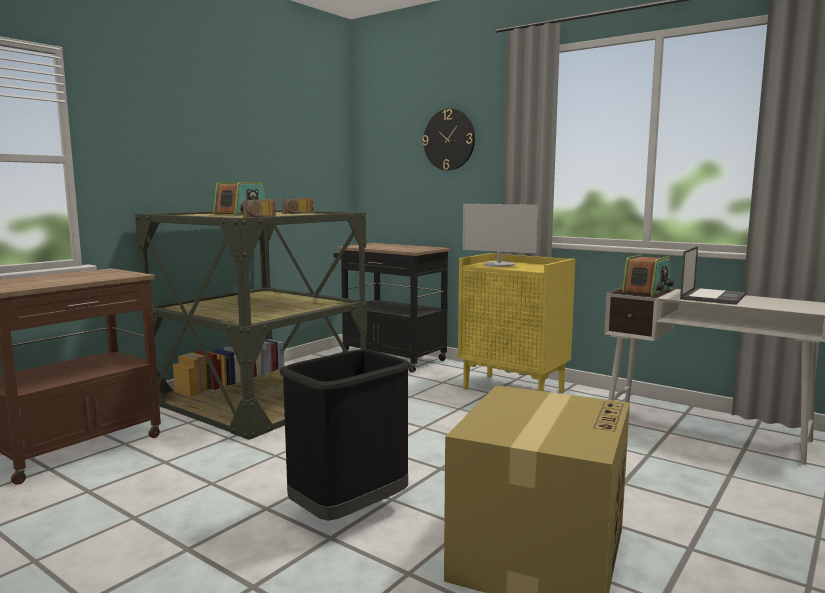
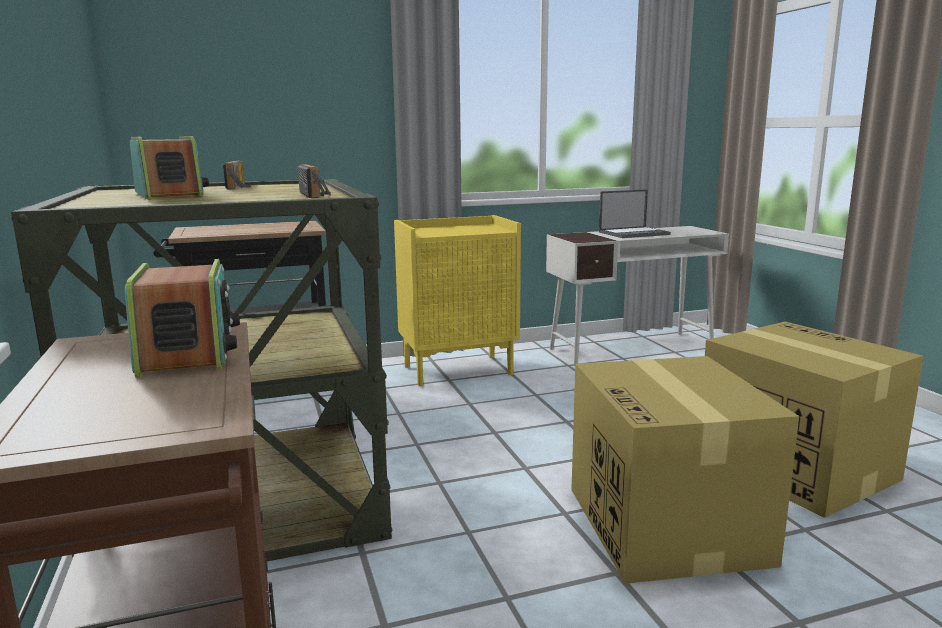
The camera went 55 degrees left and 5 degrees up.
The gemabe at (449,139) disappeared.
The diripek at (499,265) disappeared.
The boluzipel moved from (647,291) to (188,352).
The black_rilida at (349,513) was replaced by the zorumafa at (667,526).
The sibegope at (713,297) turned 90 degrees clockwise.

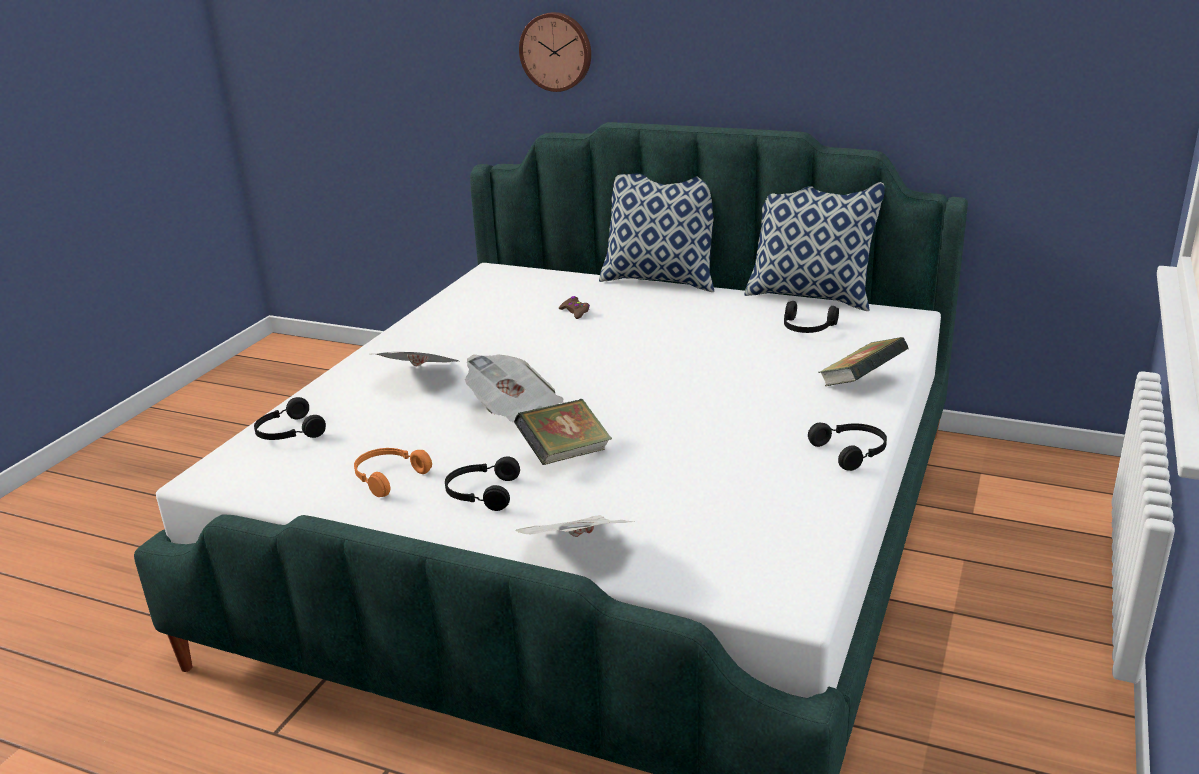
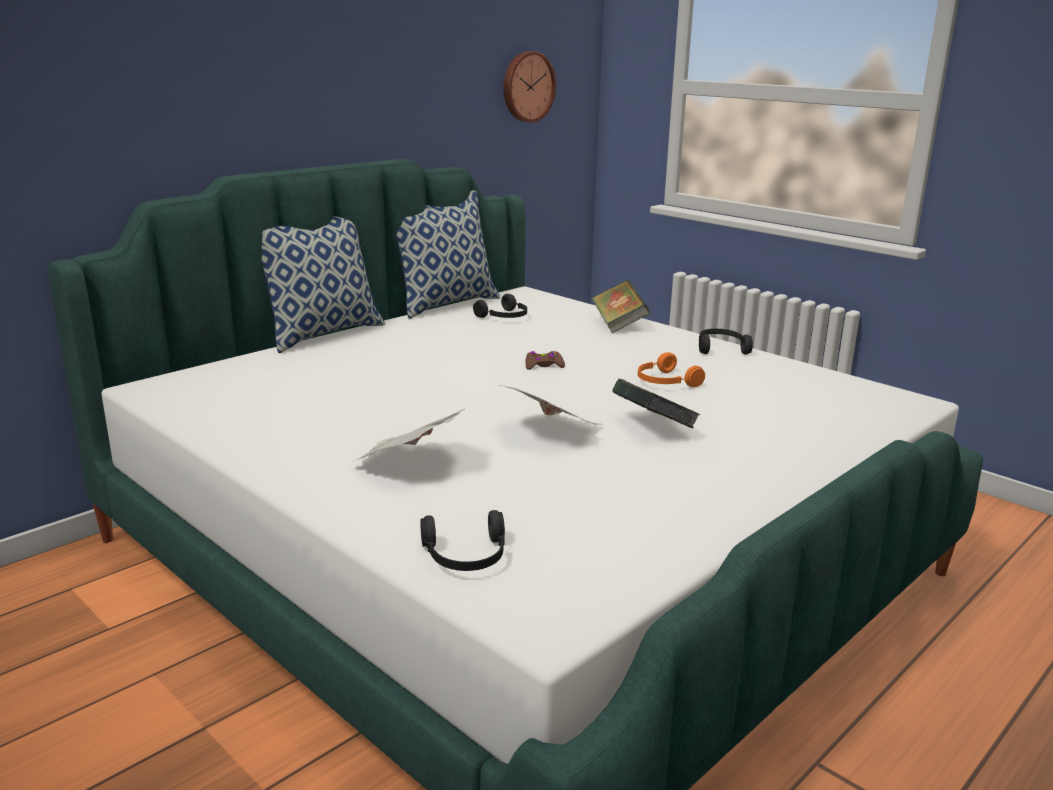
The camera went 70 degrees left and 5 degrees down.
The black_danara at (481,493) disappeared.
The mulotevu at (578,551) disappeared.
The orange_danara moved from (388,477) to (665,382).
The gemabe moved from (556,51) to (527,86).
The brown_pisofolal moved from (575,312) to (543,366).

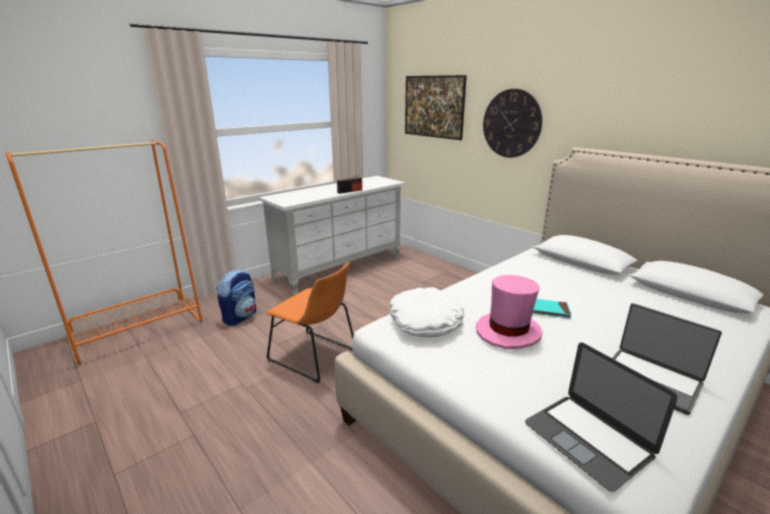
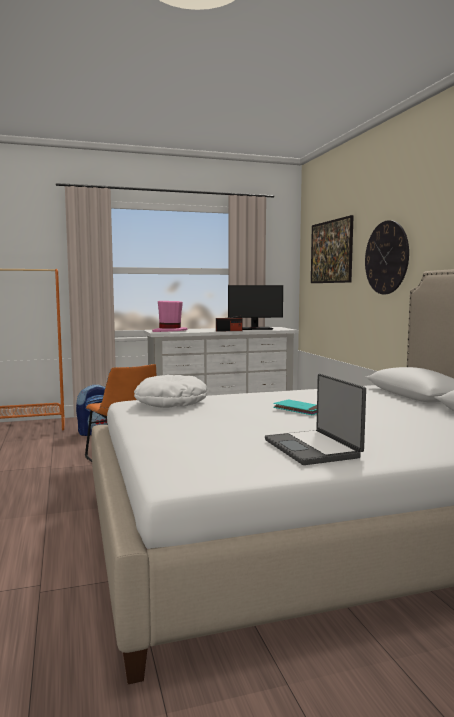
The camera went 25 degrees right and 15 degrees down.
The sibegope at (588,439) disappeared.
The diripek at (255,328) appeared.
The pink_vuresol moved from (508,332) to (170,331).

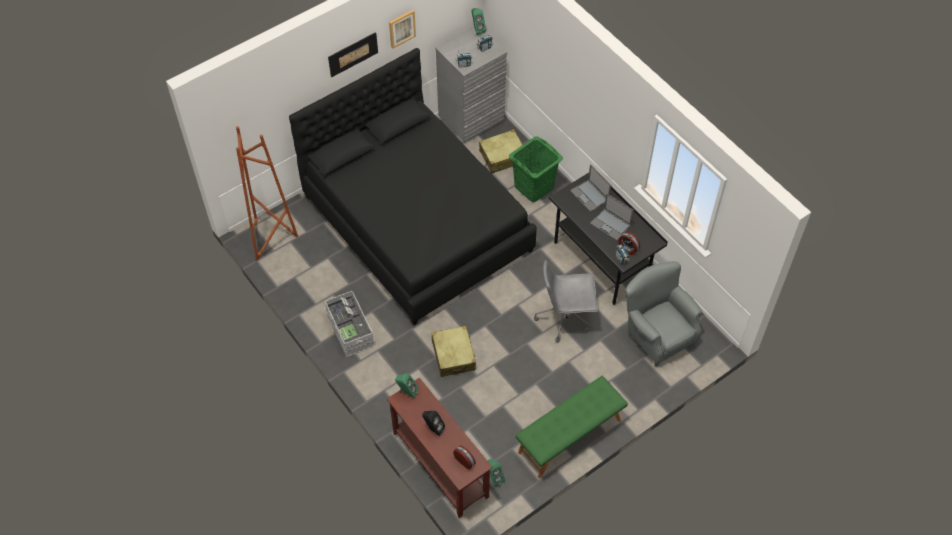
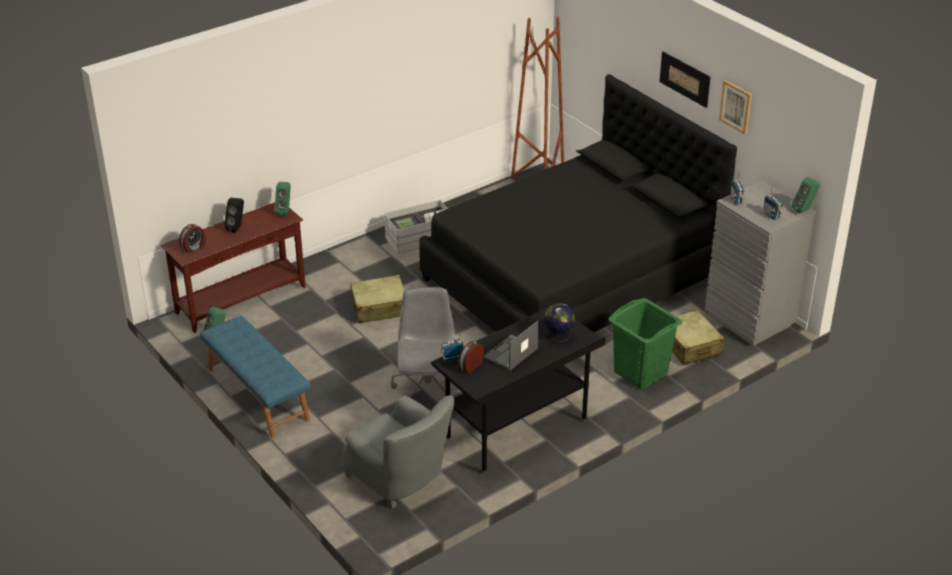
The camera went 90 degrees right and 20 degrees down.
The sibegope at (590,196) was replaced by the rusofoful at (558,337).
The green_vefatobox at (570,436) became the blue_vefatobox at (257,394).
The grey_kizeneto at (657,333) turned 75 degrees clockwise.

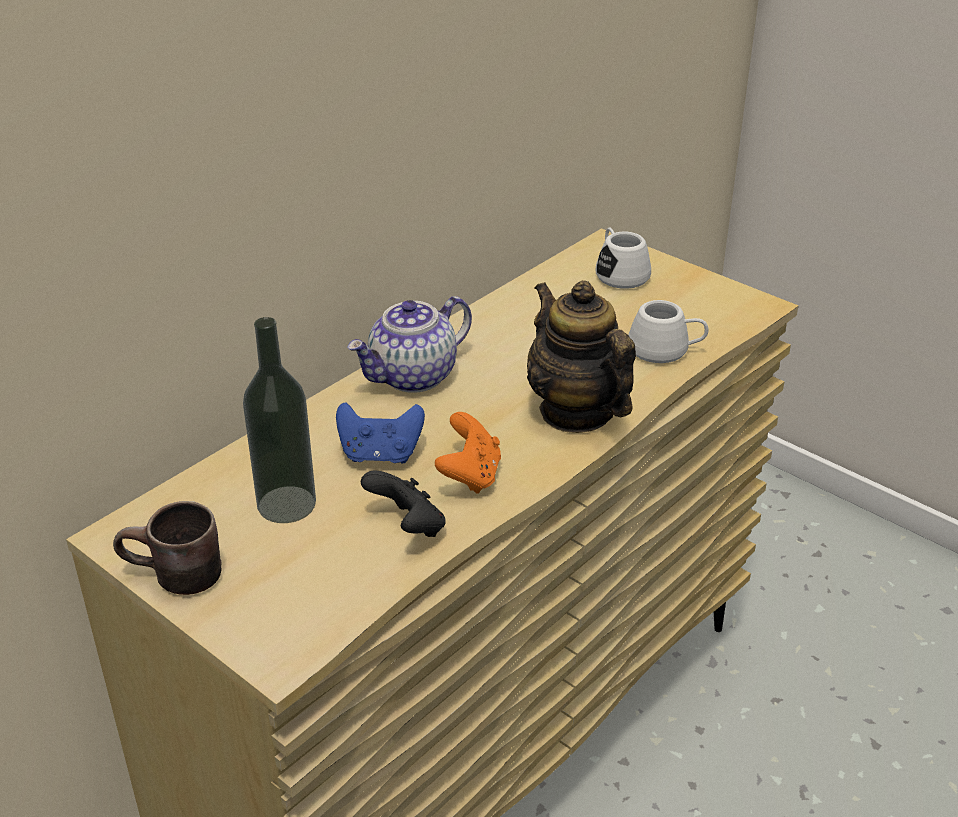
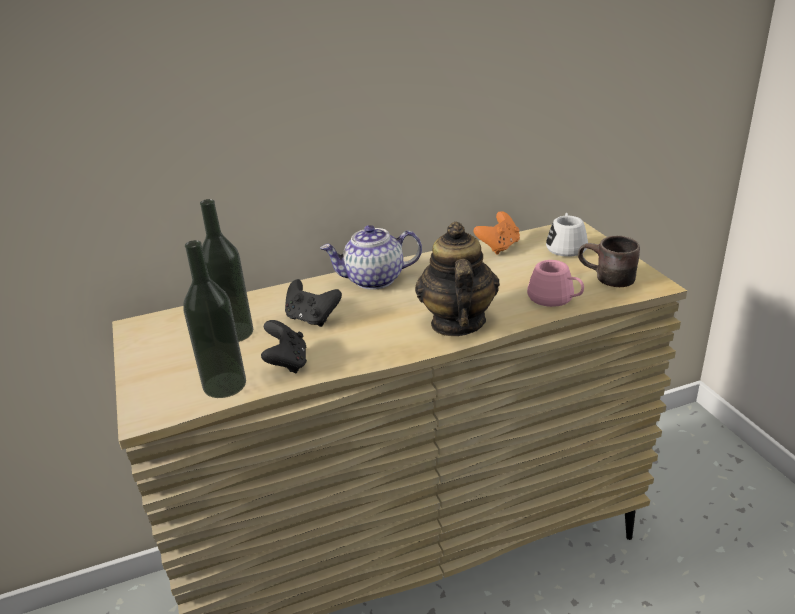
The camera went 30 degrees right and 5 degrees down.
The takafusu at (224,385) appeared.
The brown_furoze moved from (174,579) to (606,280).
The orange_pisofolal moved from (470,476) to (499,247).
The blue_pisofolal at (380,455) became the black_pisofolal at (312,319).
The white_furoze at (666,350) became the pink_furoze at (555,299).

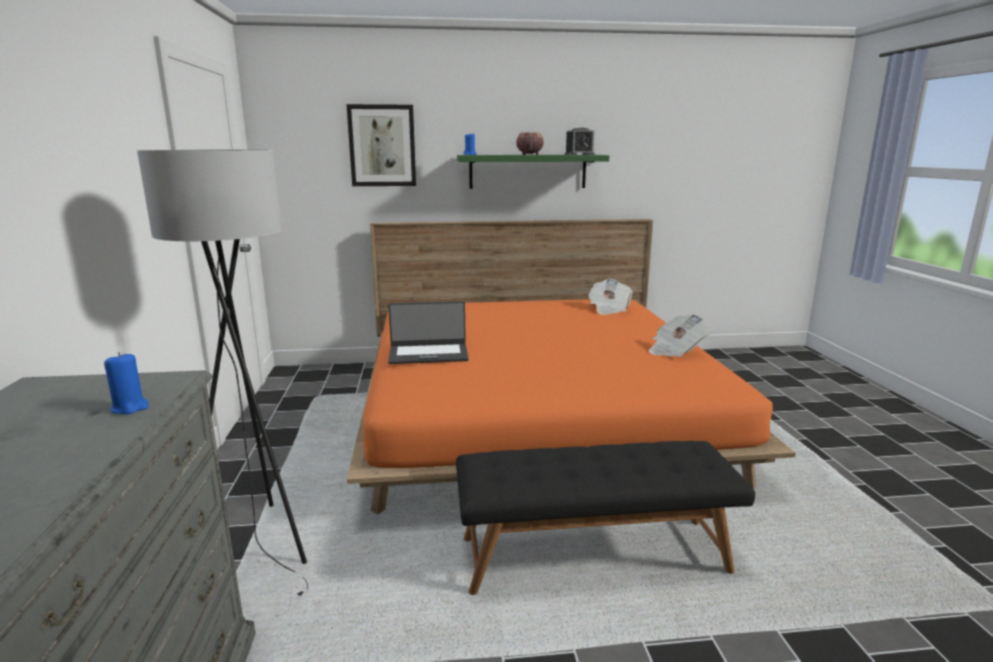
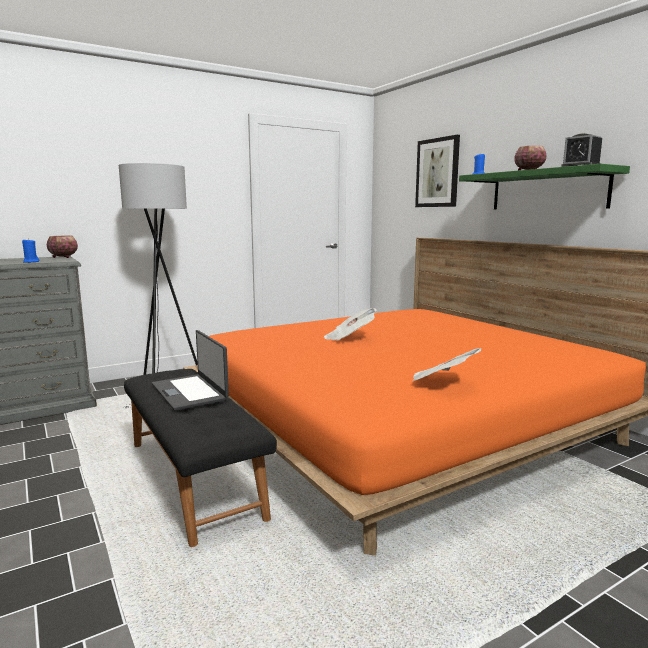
The camera went 65 degrees right and 5 degrees down.
The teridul at (63,257) appeared.
The sibegope moved from (428,354) to (190,392).
The mulotevu moved from (609,309) to (349,338).

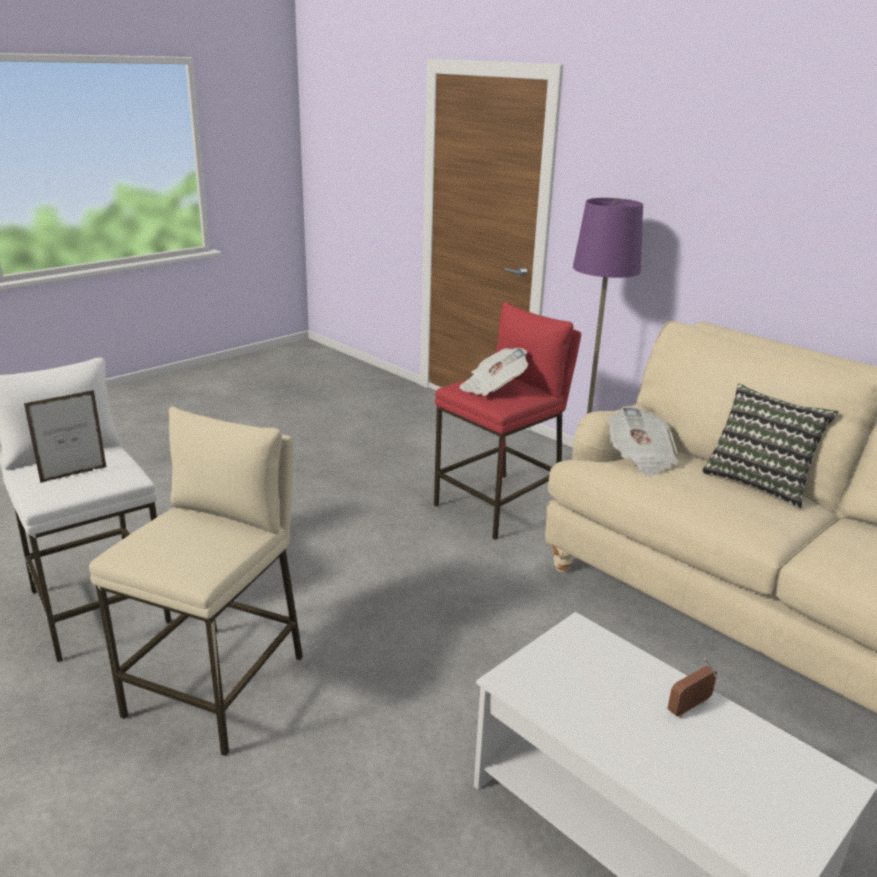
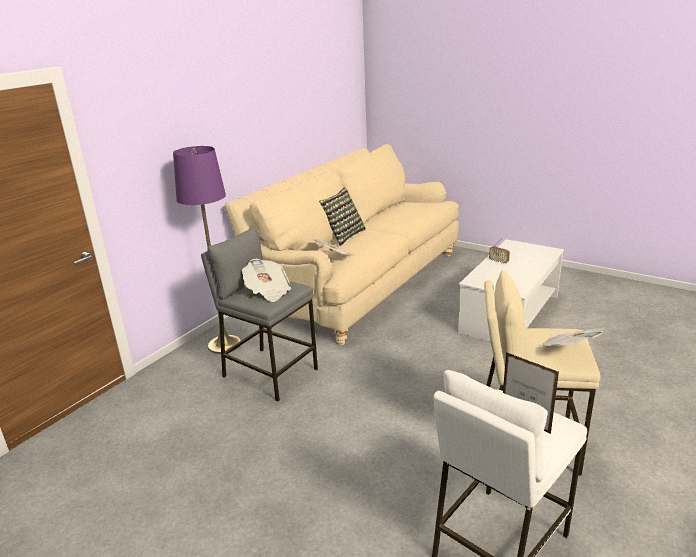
The camera went 100 degrees left and 0 degrees up.
The mulotevu at (569,351) appeared.
The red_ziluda at (499,505) became the grey_ziluda at (269,372).

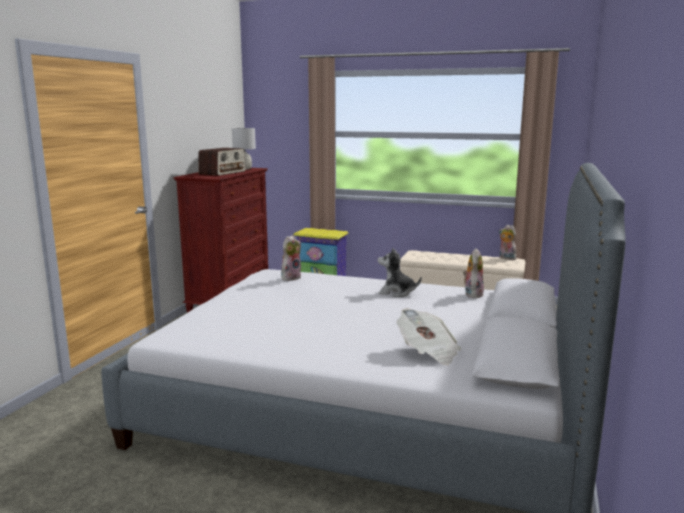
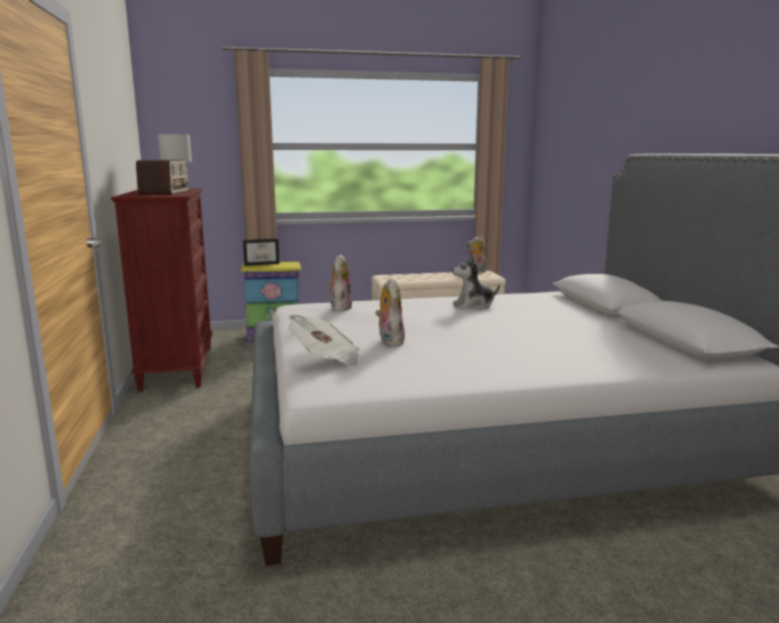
The camera went 30 degrees left and 0 degrees up.
The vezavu at (262,264) appeared.
The mulotevu moved from (428,352) to (326,359).
The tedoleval moved from (472,294) to (389,341).

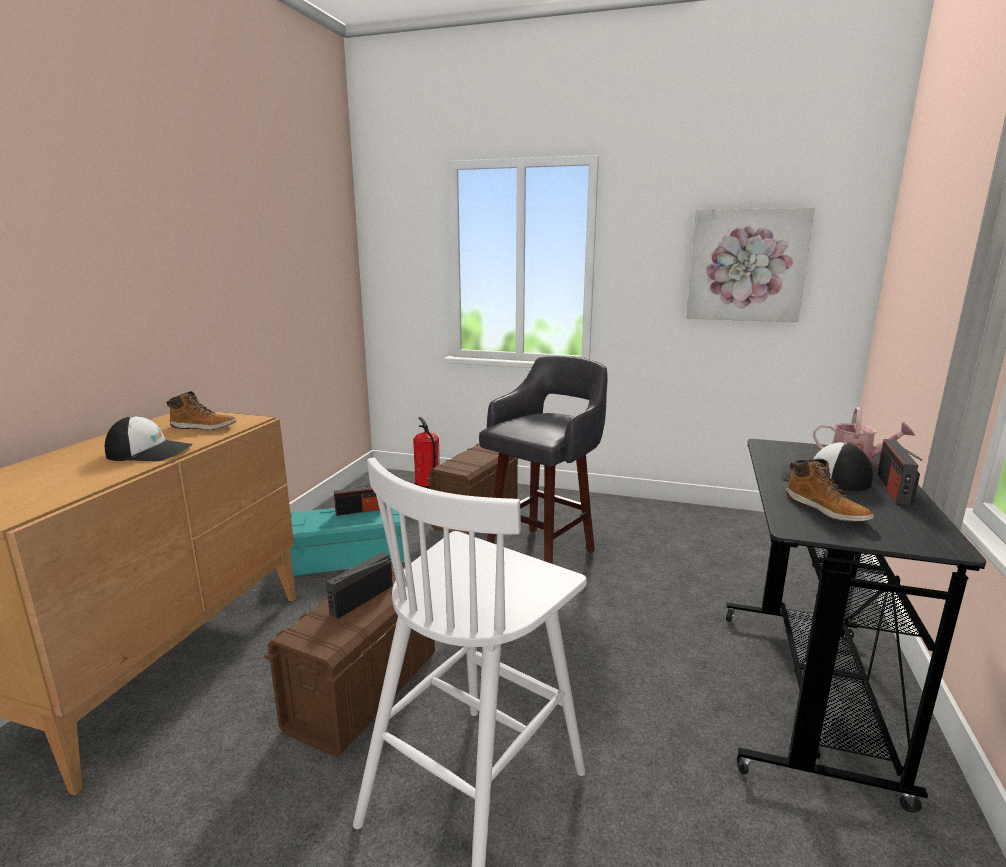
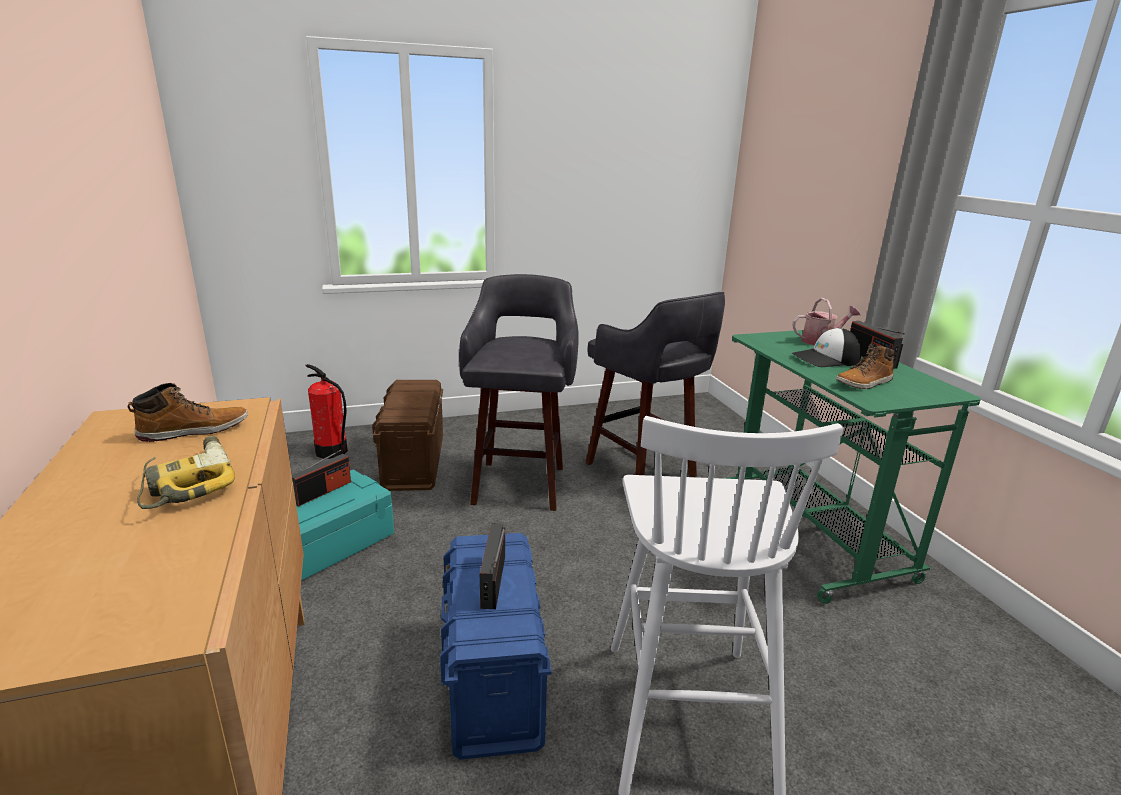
The camera went 35 degrees left and 5 degrees up.
The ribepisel at (746,265) disappeared.
The grey_ziluda at (643,472) appeared.
The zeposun at (150,452) was replaced by the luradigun at (187,482).
The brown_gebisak at (362,691) became the blue_gebisak at (493,679).
The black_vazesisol at (803,697) became the green_vazesisol at (807,534).
The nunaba at (826,509) turned 120 degrees clockwise.

